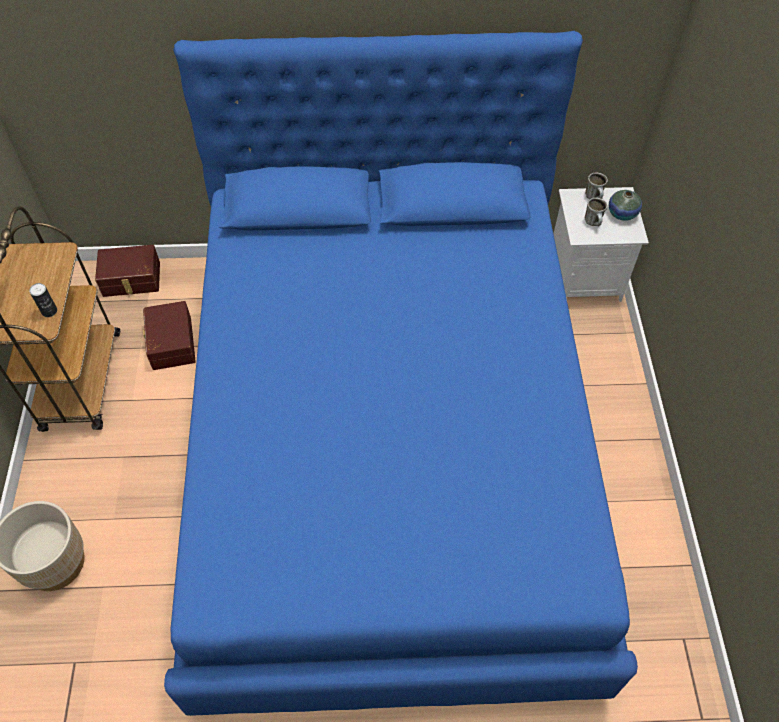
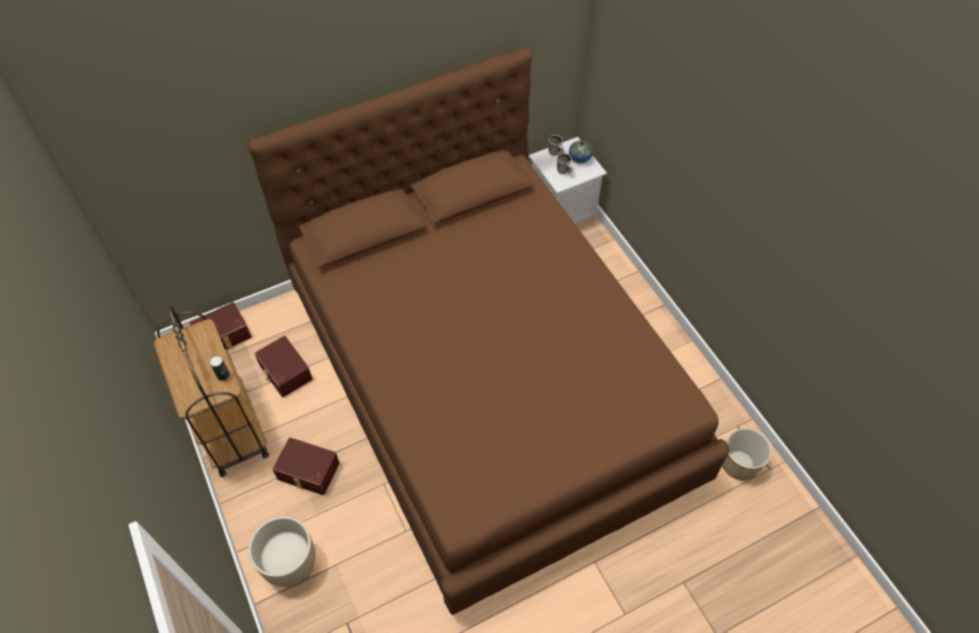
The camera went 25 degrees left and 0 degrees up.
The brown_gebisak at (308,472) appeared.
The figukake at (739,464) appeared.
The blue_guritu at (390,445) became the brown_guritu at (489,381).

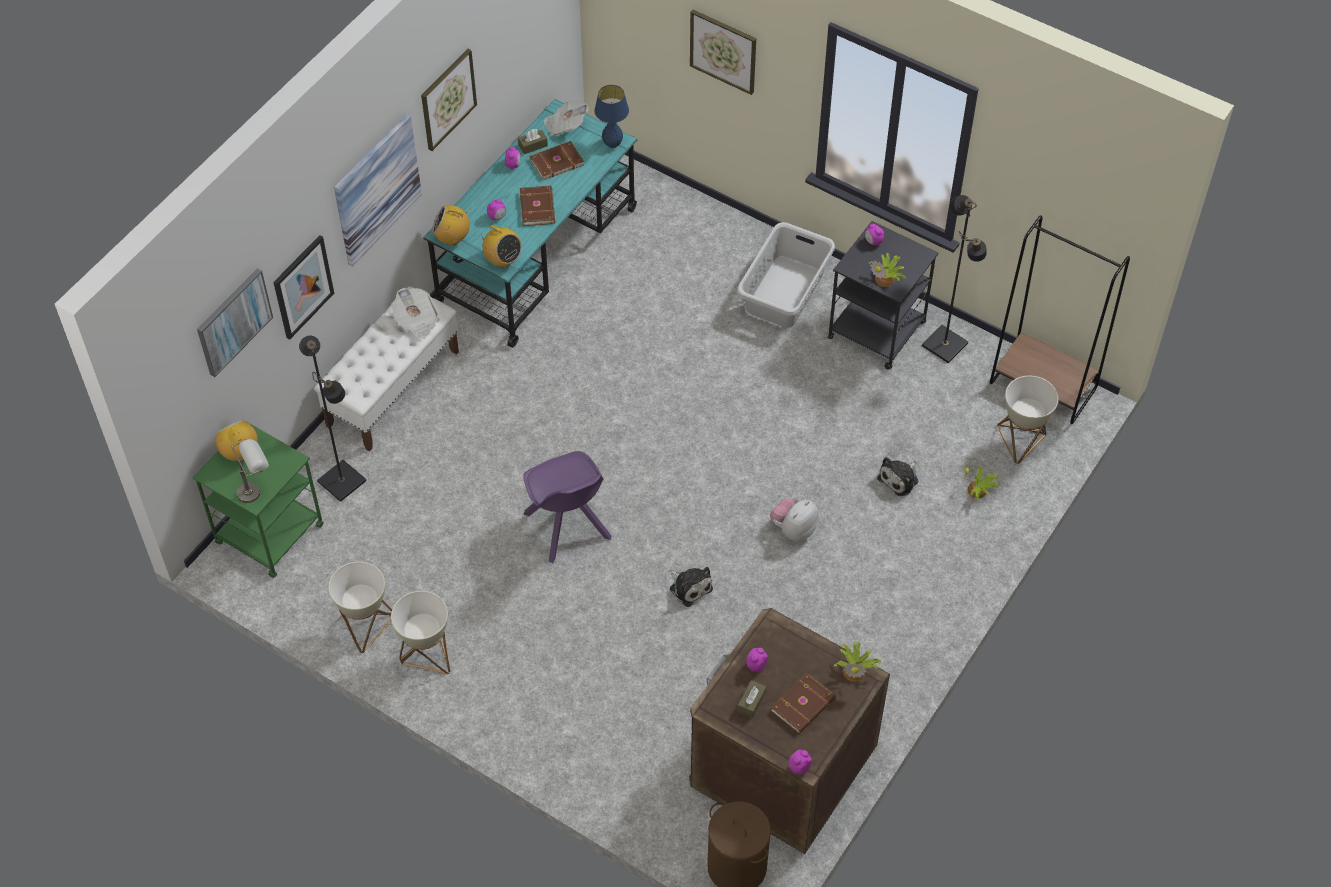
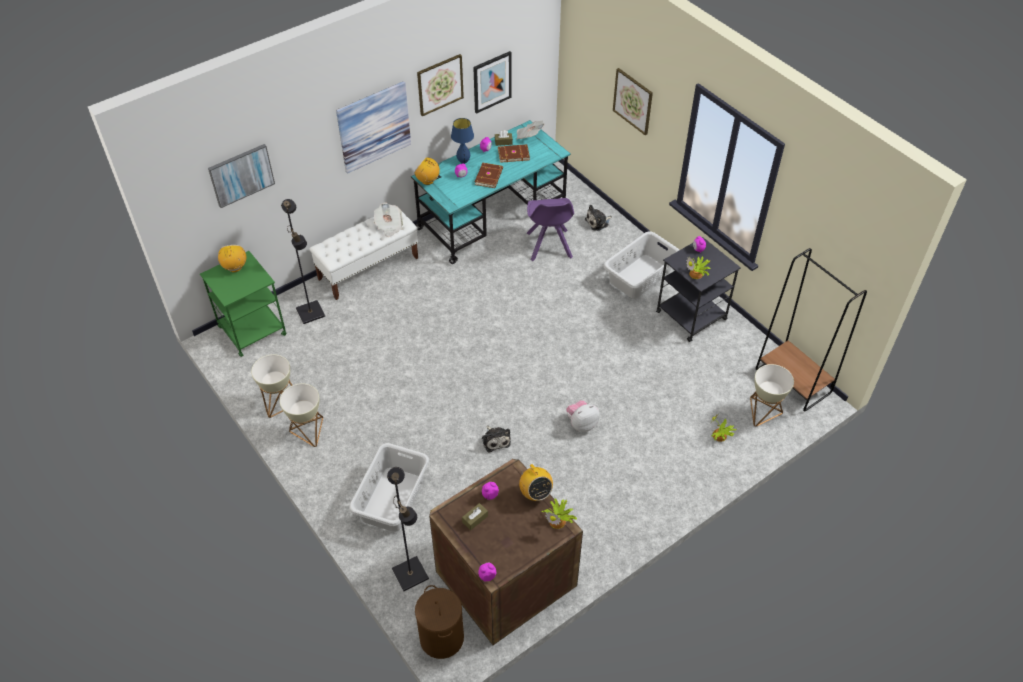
The camera went 20 degrees right and 5 degrees down.
The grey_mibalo at (256,489) disappeared.
The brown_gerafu at (804,705) disappeared.
The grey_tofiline at (391,499) appeared.
The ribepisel moved from (302,287) to (492,82).
The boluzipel moved from (502,260) to (535,493).
The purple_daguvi moved from (568,527) to (549,246).
The blue_mibalo moved from (612,144) to (463,161).
The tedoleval moved from (900,479) to (598,222).
The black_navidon moved from (944,345) to (410,574).

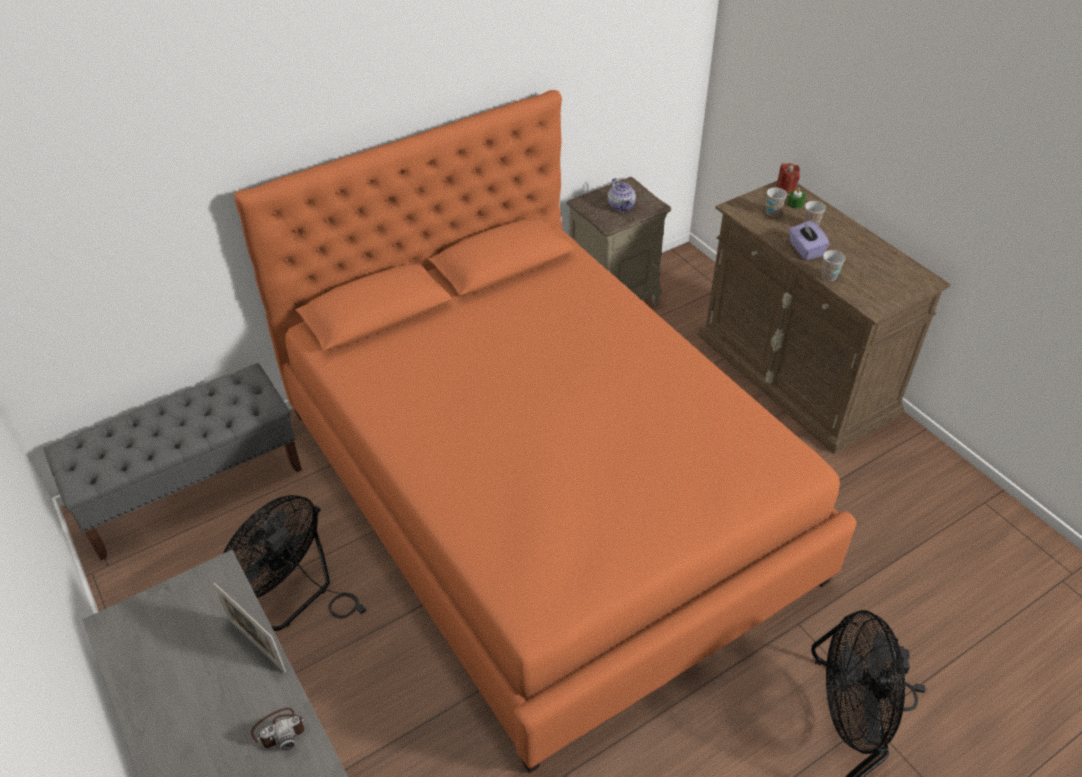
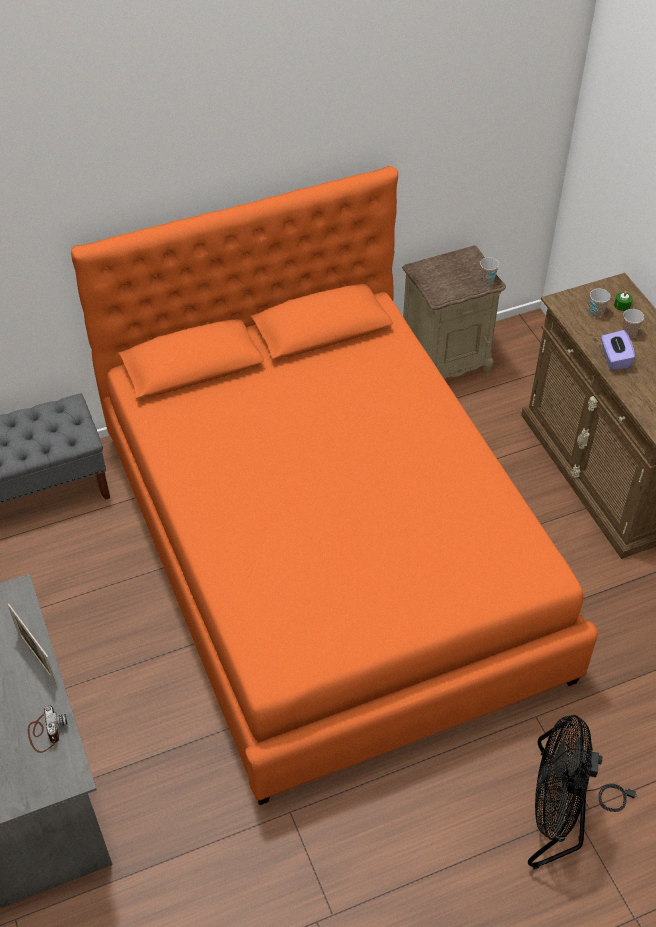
The camera went 10 degrees right and 5 degrees up.
The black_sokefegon at (296,595) disappeared.
The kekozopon at (621,206) disappeared.
The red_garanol at (786,188) disappeared.
The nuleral moved from (829,277) to (487,280).
The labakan at (280,730) turned 90 degrees counterclockwise.

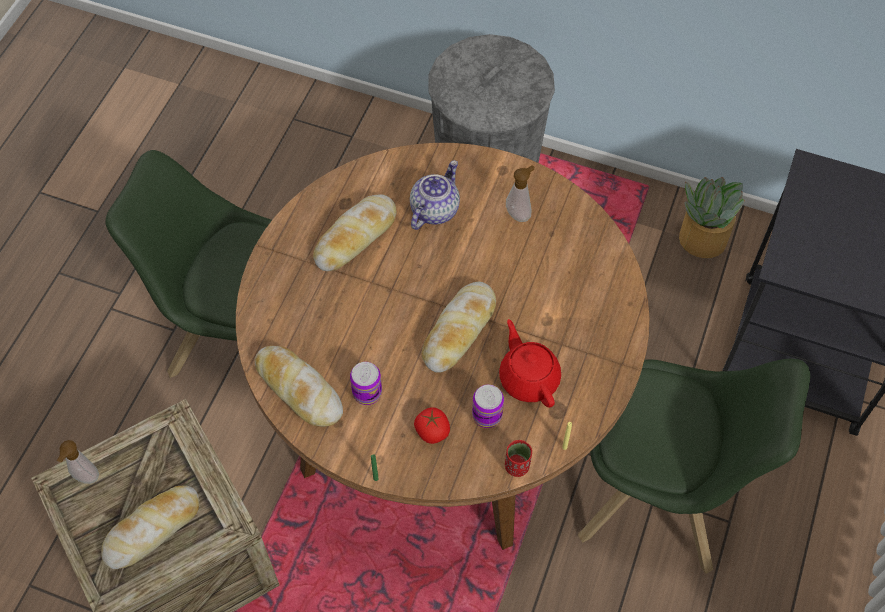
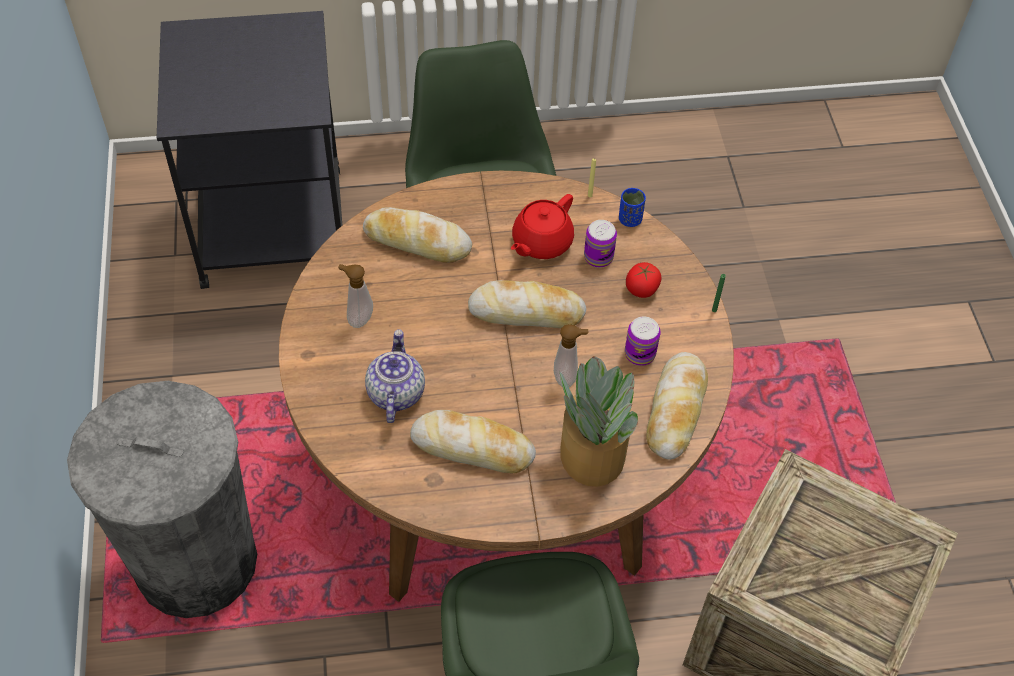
The camera went 120 degrees left and 5 degrees down.
The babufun moved from (85,478) to (567,377).
The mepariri moved from (152,529) to (417,241).
The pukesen moved from (701,239) to (592,456).
The red_nuleral at (517,466) became the blue_nuleral at (630,219).
The kekozopon at (434,209) turned 90 degrees clockwise.

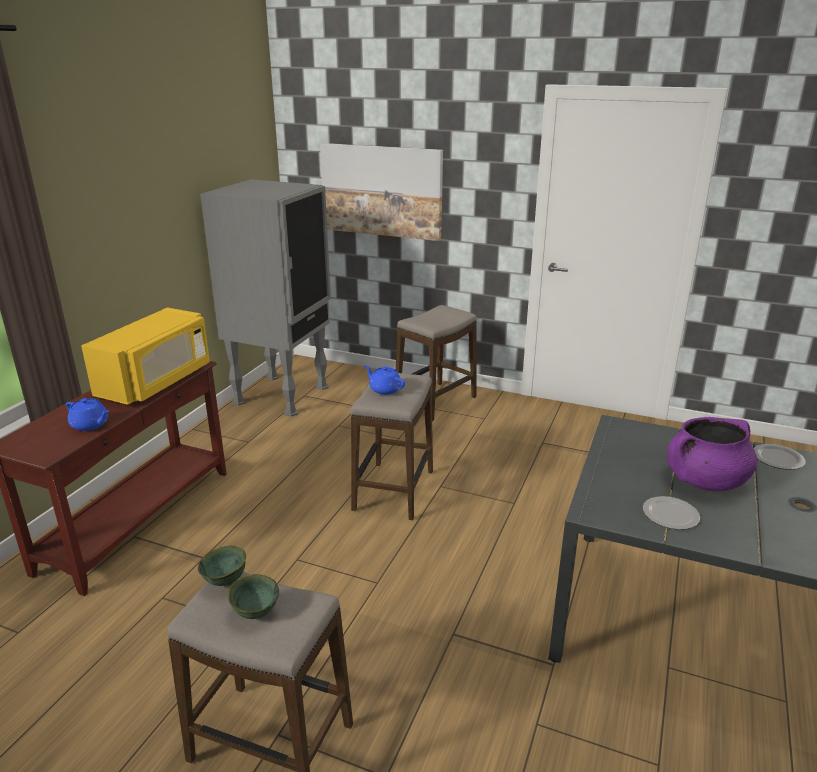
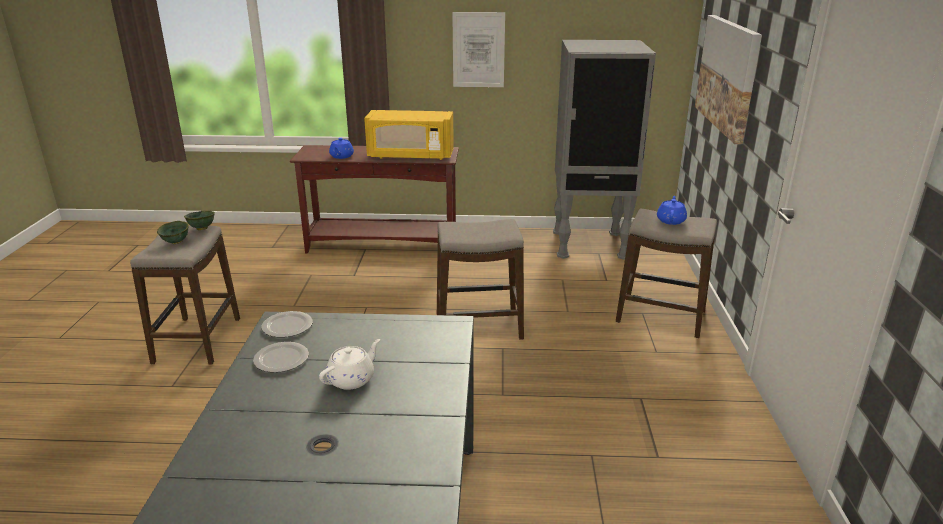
The camera went 70 degrees right and 0 degrees up.
The ribepisel at (478,50) appeared.
The blue_kekozopon moved from (384,389) to (671,220).
The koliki moved from (778,459) to (286,326).
The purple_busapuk at (705,481) was replaced by the white_kekozopon at (352,379).

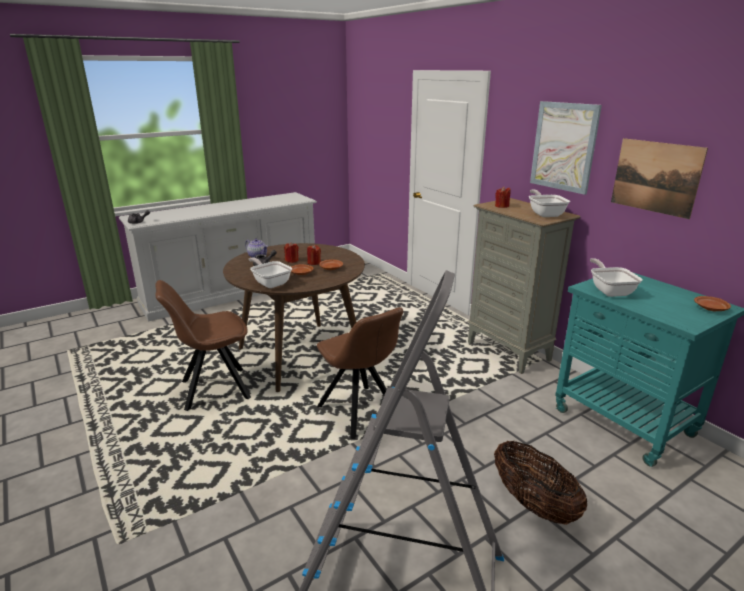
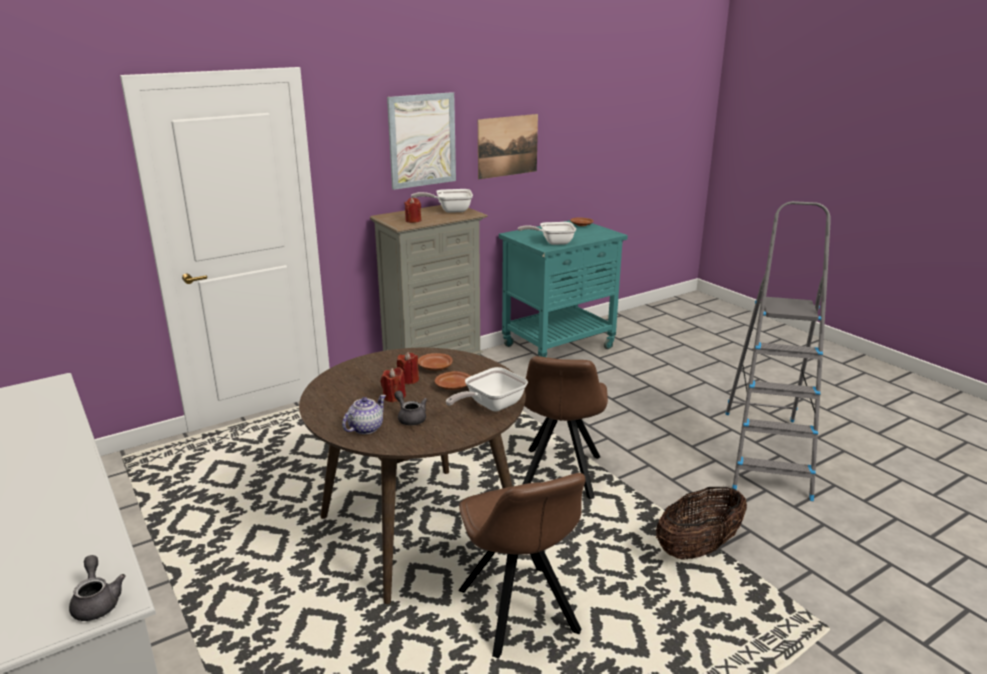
The camera went 90 degrees left and 0 degrees up.
The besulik moved from (533,504) to (698,548).
The brown_daguvi at (360,412) turned 135 degrees clockwise.

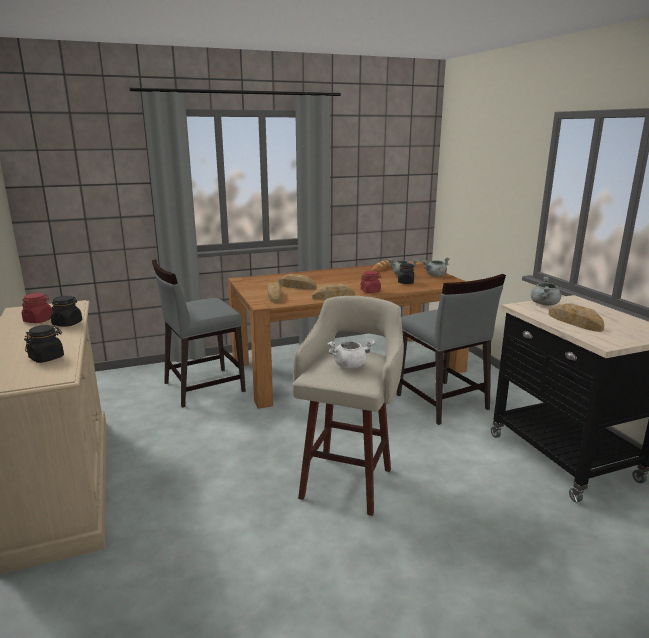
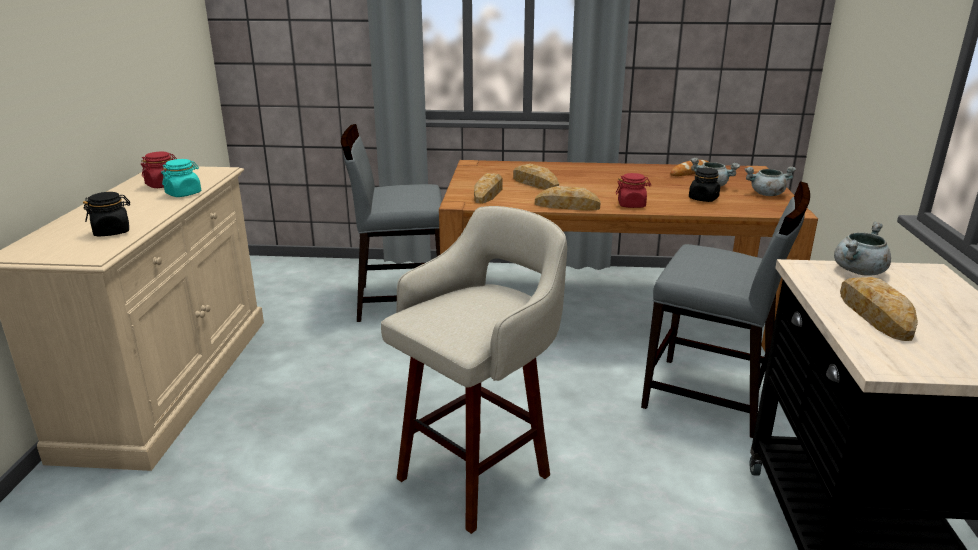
The camera went 25 degrees right and 5 degrees up.
The white_busapuk at (350,365) disappeared.
The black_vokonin at (67,323) became the turquoise_vokonin at (184,193).
The grey_daguvi at (442,402) turned 60 degrees counterclockwise.

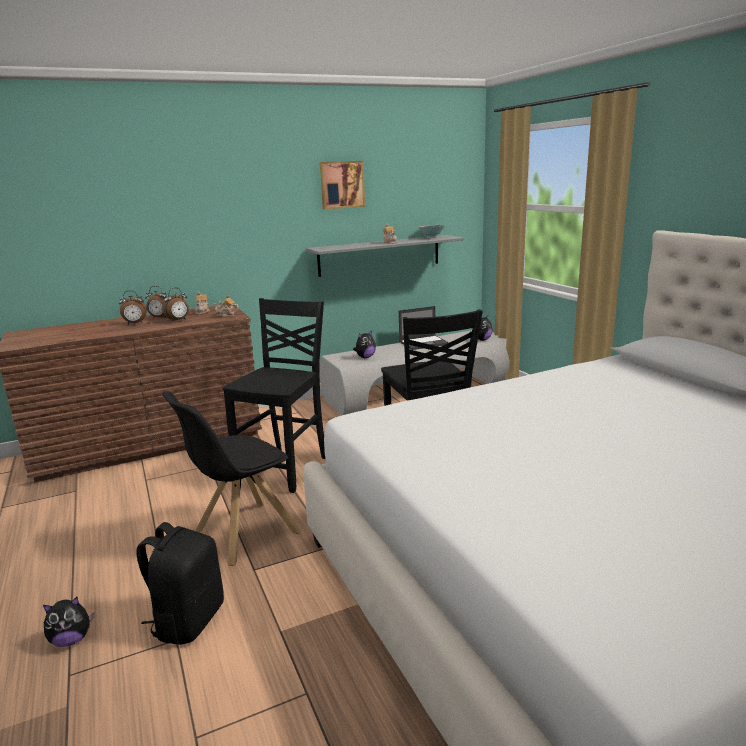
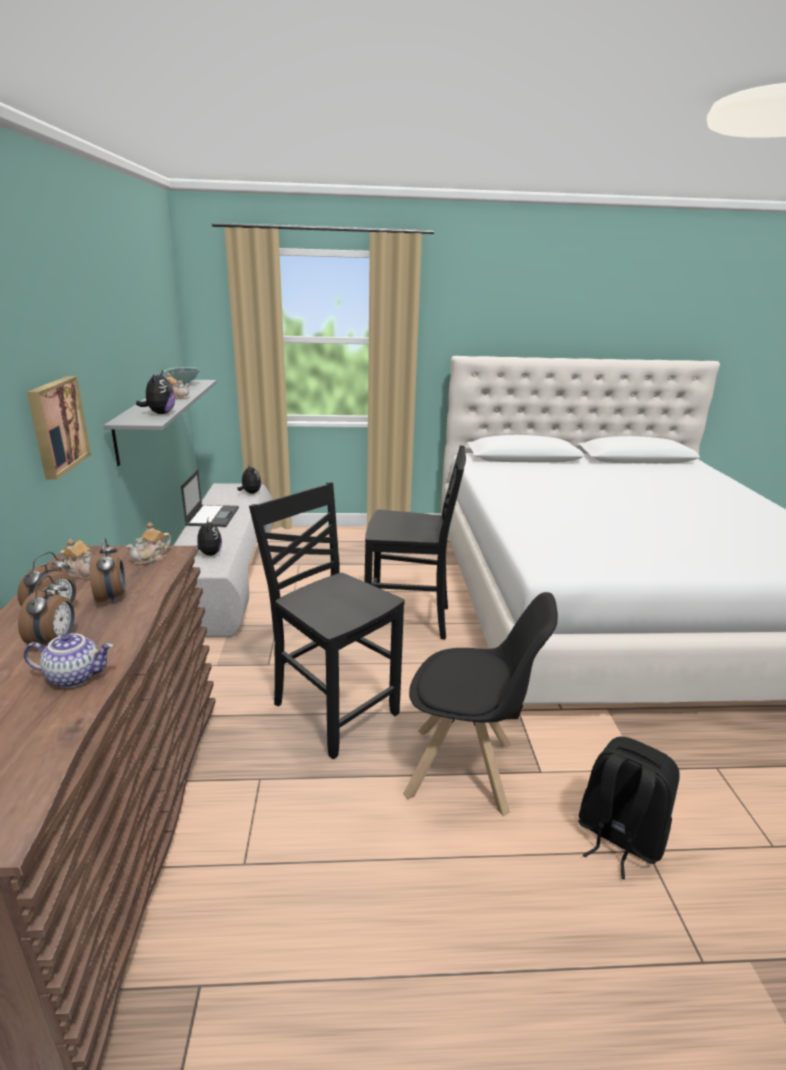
The camera went 70 degrees left and 5 degrees up.
The kekozopon at (75,676) appeared.
The tedoleval moved from (71,640) to (160,413).
The ribepisel moved from (342,184) to (56,426).
The black_daguvi at (243,534) turned 60 degrees counterclockwise.

